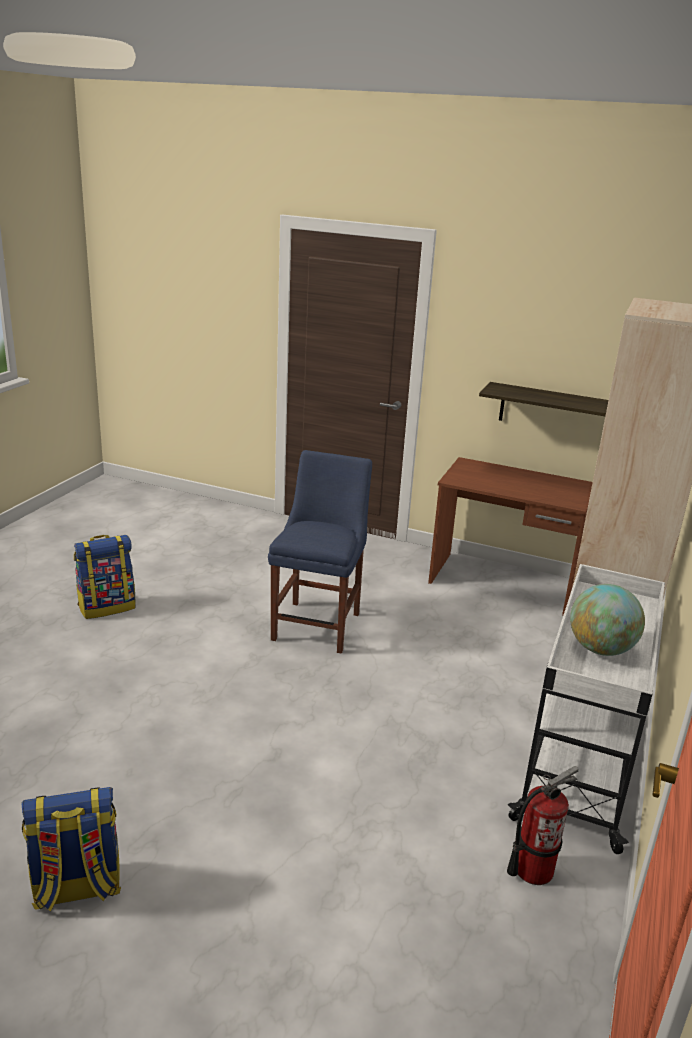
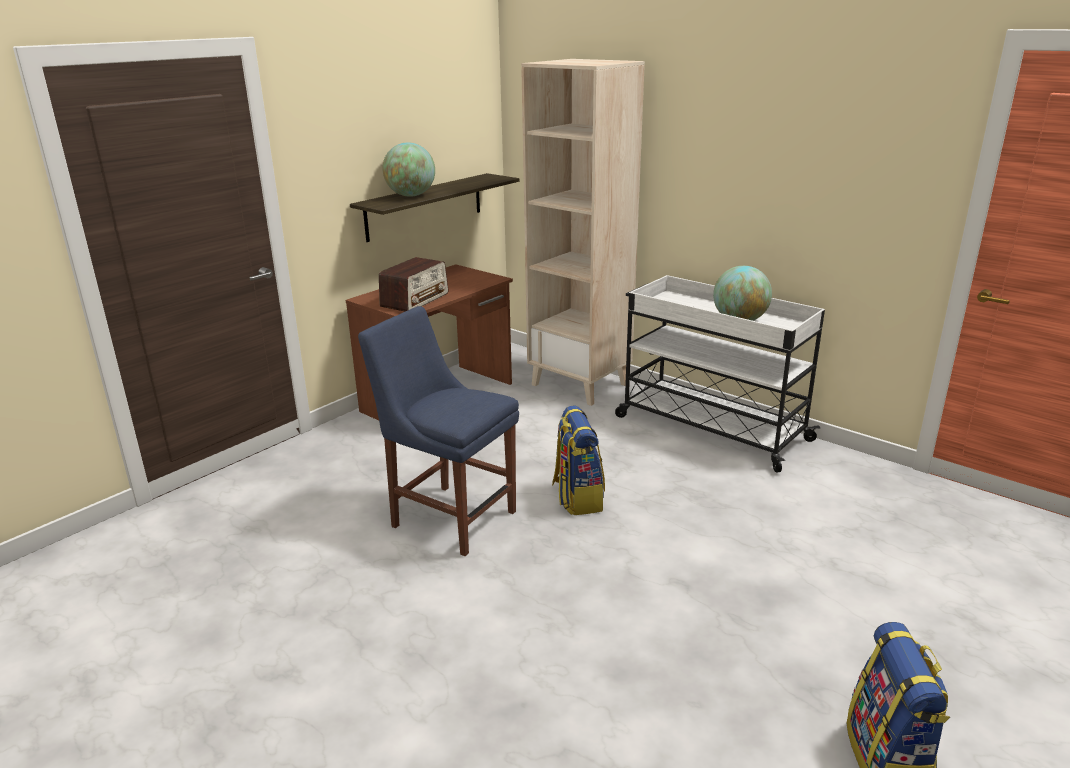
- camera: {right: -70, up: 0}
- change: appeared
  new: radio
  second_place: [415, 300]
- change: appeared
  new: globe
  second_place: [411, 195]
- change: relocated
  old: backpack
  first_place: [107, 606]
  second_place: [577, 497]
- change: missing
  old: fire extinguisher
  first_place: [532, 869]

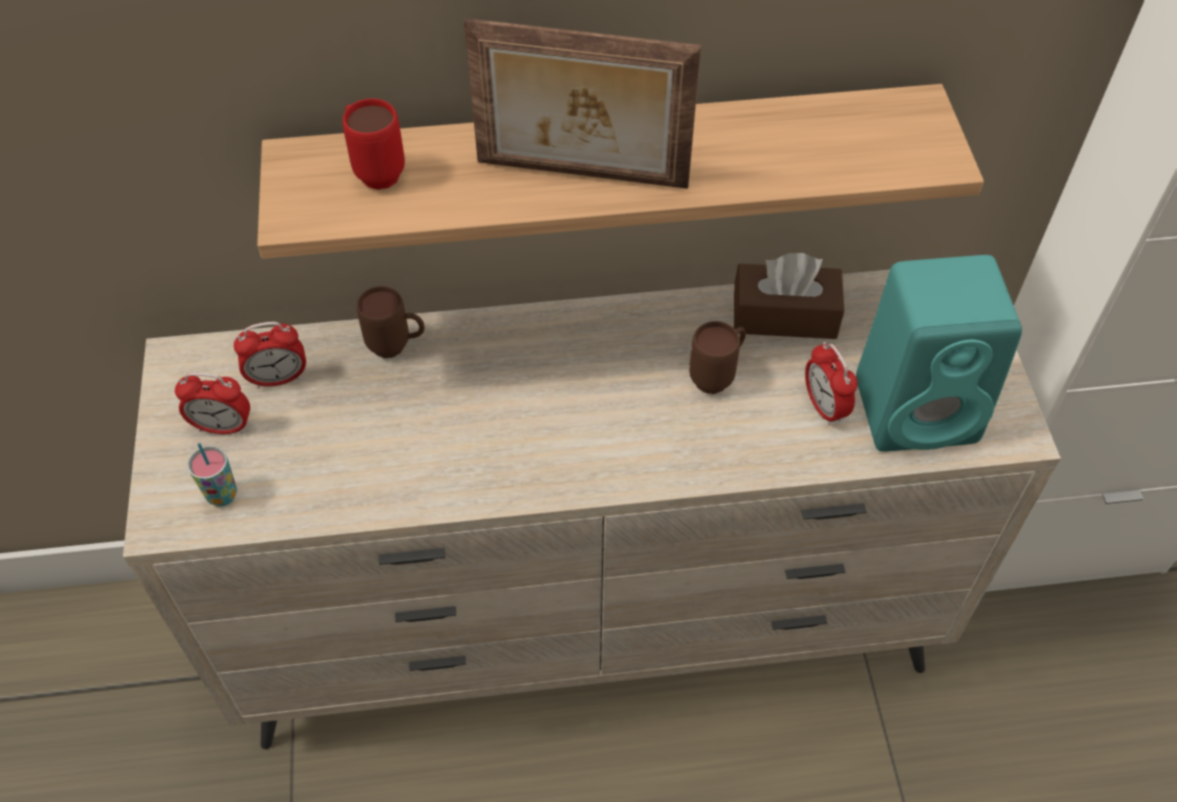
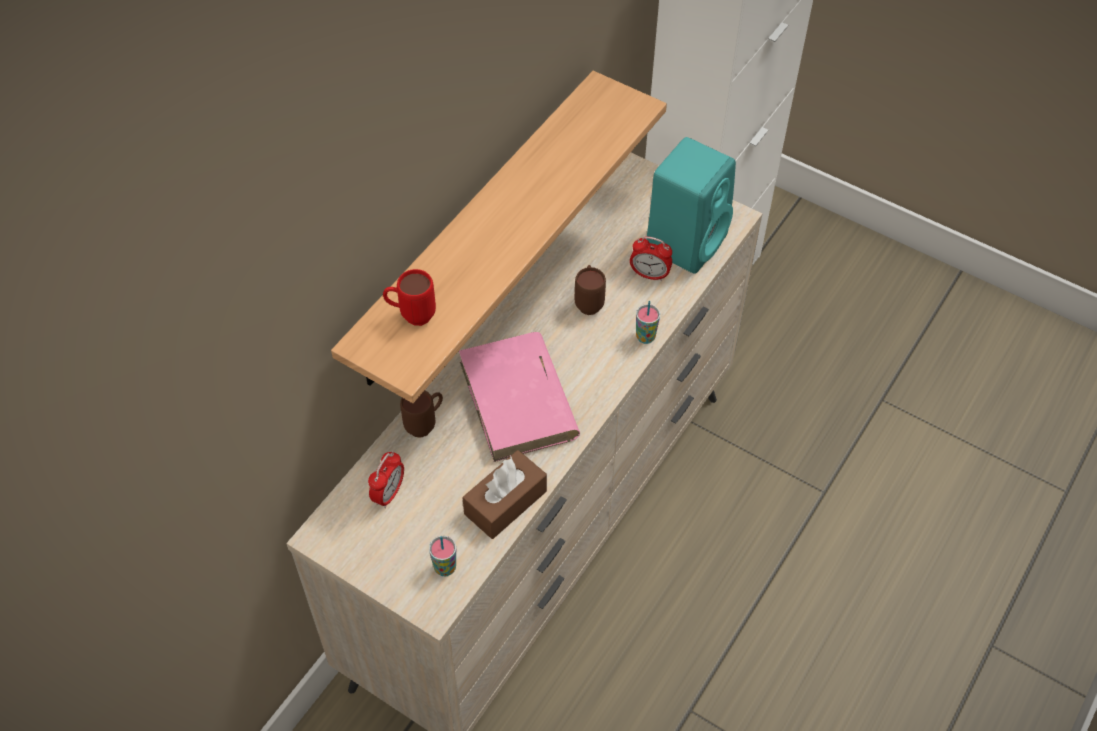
- camera: {right: -50, up: 0}
- change: appeared
  new: book (pink)
  second_place: [518, 401]
- change: relocated
  old: tissue box (brown)
  first_place: [784, 315]
  second_place: [505, 502]
- change: appeared
  new: cup
  second_place: [645, 337]
- change: missing
  old: alarm clock
  first_place: [223, 427]
- change: missing
  old: picture frame
  first_place: [581, 176]

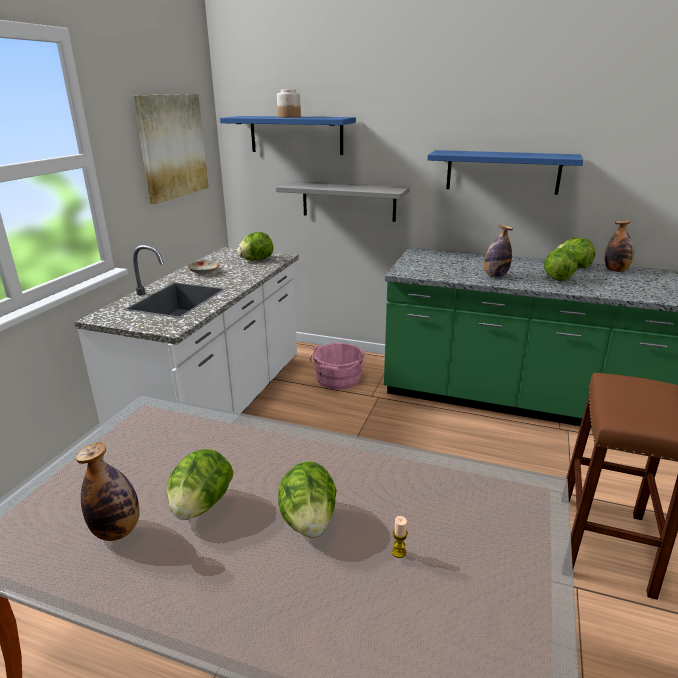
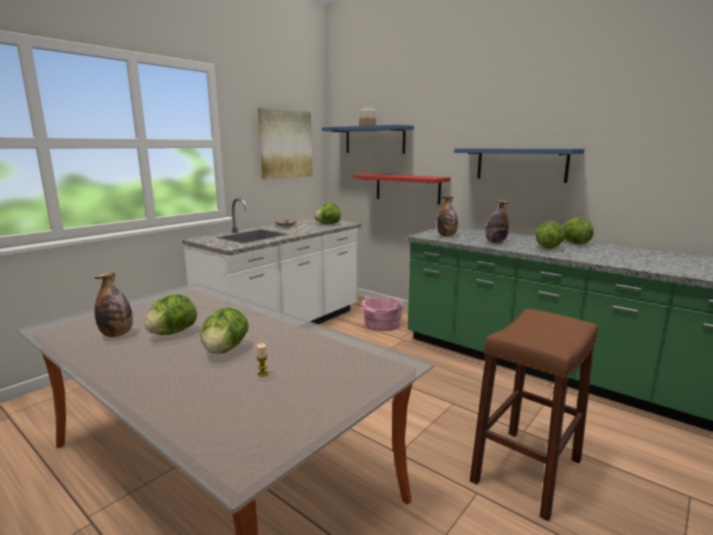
- camera: {right: 20, up: -10}
- change: colour
  old: shelf (grey)
  new: shelf (red)
  first_place: [348, 201]
  second_place: [407, 188]
- change: relocated
  old: bottle
  first_place: [616, 270]
  second_place: [447, 236]

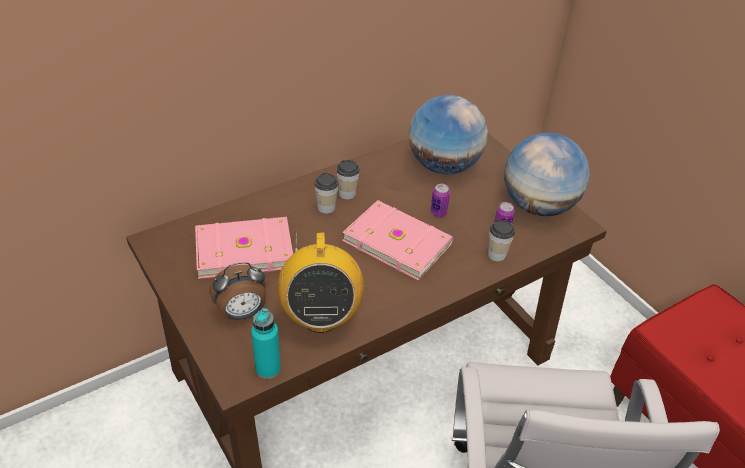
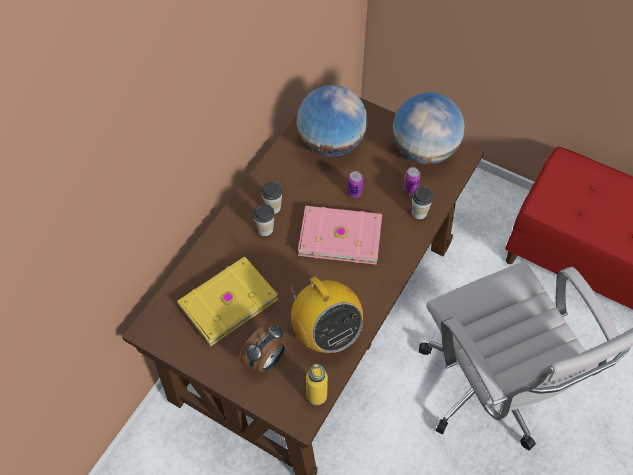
- camera: {right: -25, up: 15}
- change: colour
  old: book (pink)
  new: book (yellow)
  first_place: [243, 249]
  second_place: [226, 301]
- change: colour
  old: bottle (turquoise)
  new: bottle (yellow)
  first_place: [268, 368]
  second_place: [316, 395]

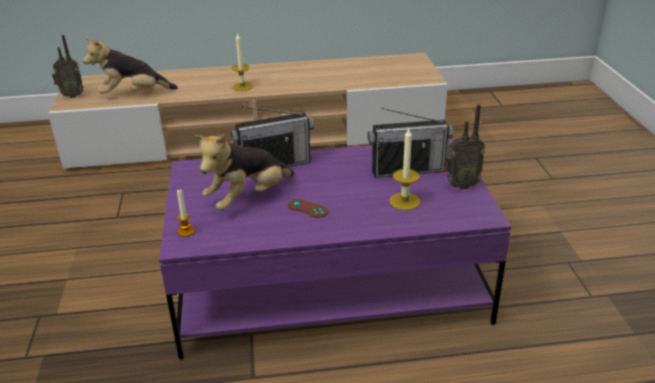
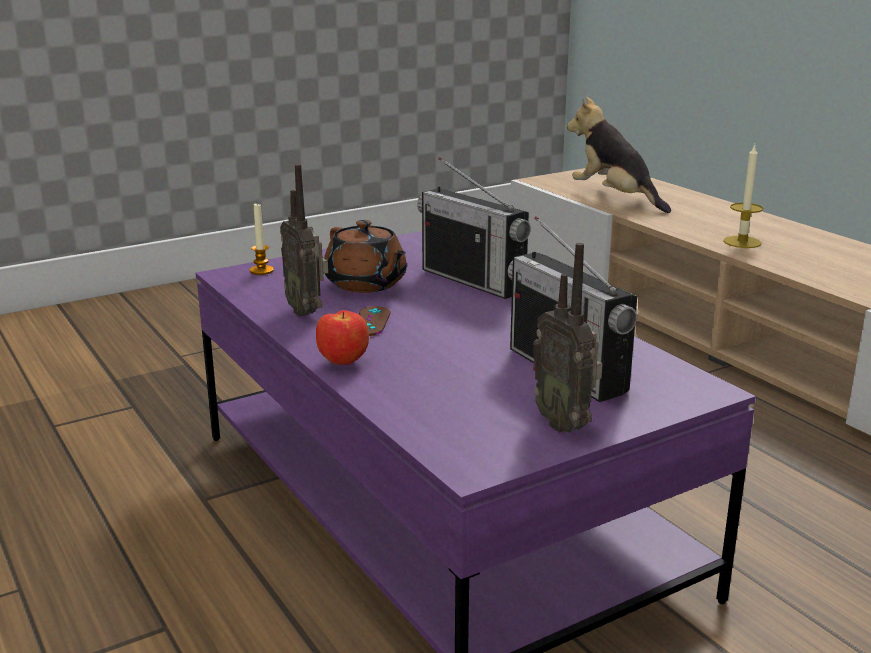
- camera: {right: 65, up: -10}
- change: relocated
  old: radio
  first_place: [72, 95]
  second_place: [307, 311]
- change: appeared
  new: apple
  second_place: [343, 362]
- change: exchanged
  old: plush toy
  new: teapot (brown)
  first_place: [248, 198]
  second_place: [366, 284]
- change: missing
  old: candle
  first_place: [404, 201]

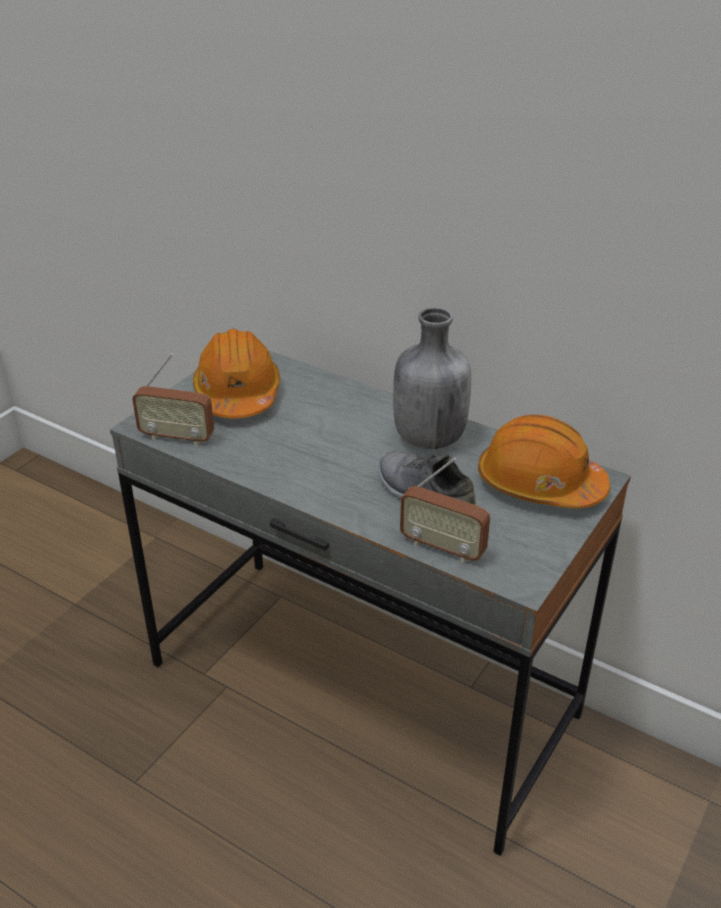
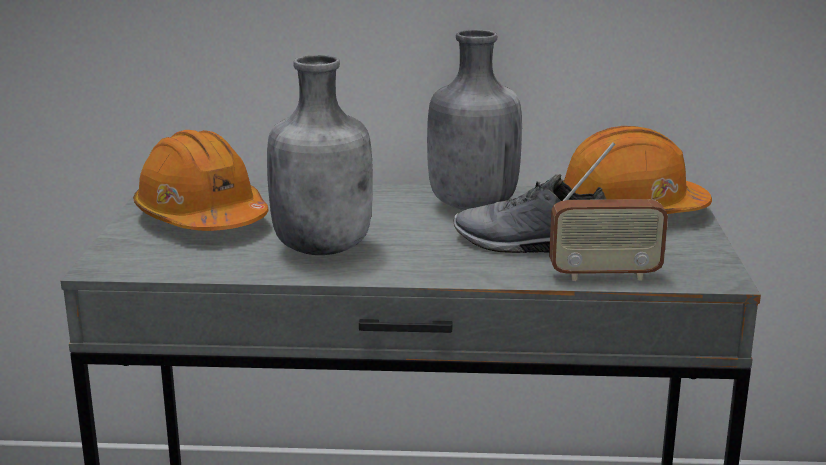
- camera: {right: -30, up: -15}
- change: appeared
  new: bottle (grey)
  second_place: [324, 248]
- change: missing
  old: radio
  first_place: [177, 437]

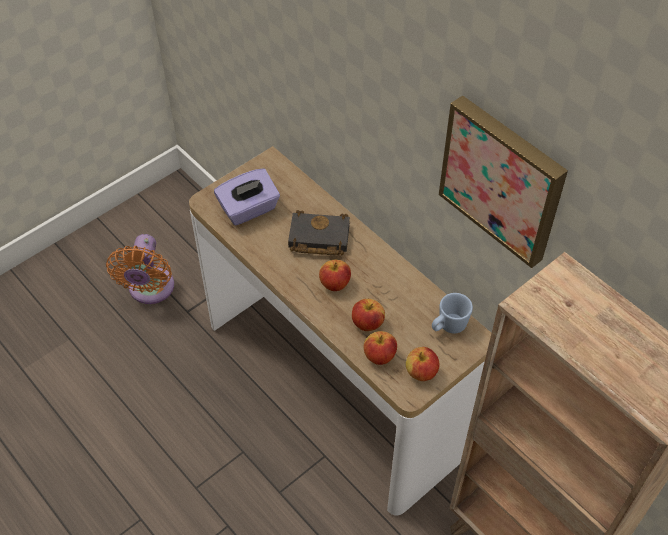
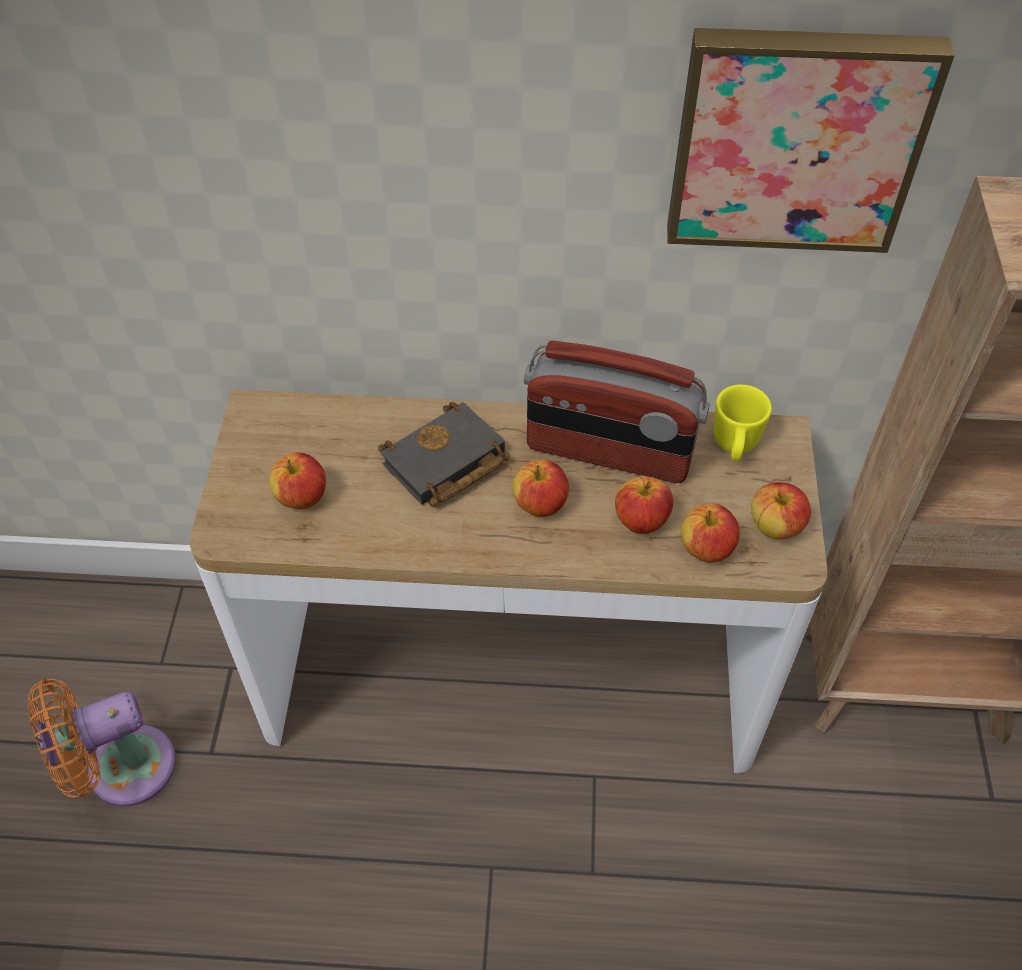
- camera: {right: -45, up: 0}
- change: spun
  old: fan (orange)
  first_place: [150, 290]
  second_place: [121, 769]
  degrees: 105
- change: exchanged
  old: tissue box (purple)
  new: apple
  first_place: [249, 209]
  second_place: [302, 497]
- change: appeared
  new: radio
  second_place: [609, 452]
- change: colour
  old: mug (blue)
  new: mug (yellow)
  first_place: [448, 326]
  second_place: [734, 447]

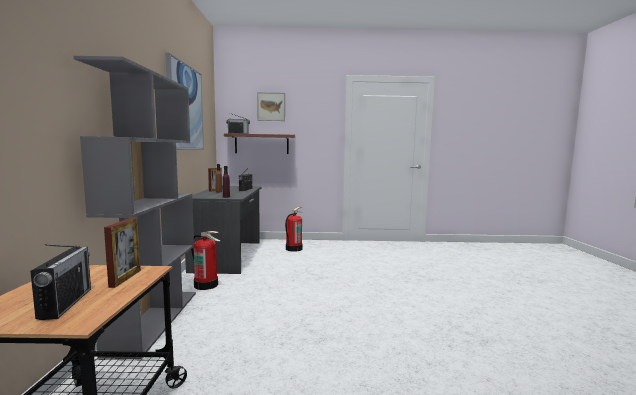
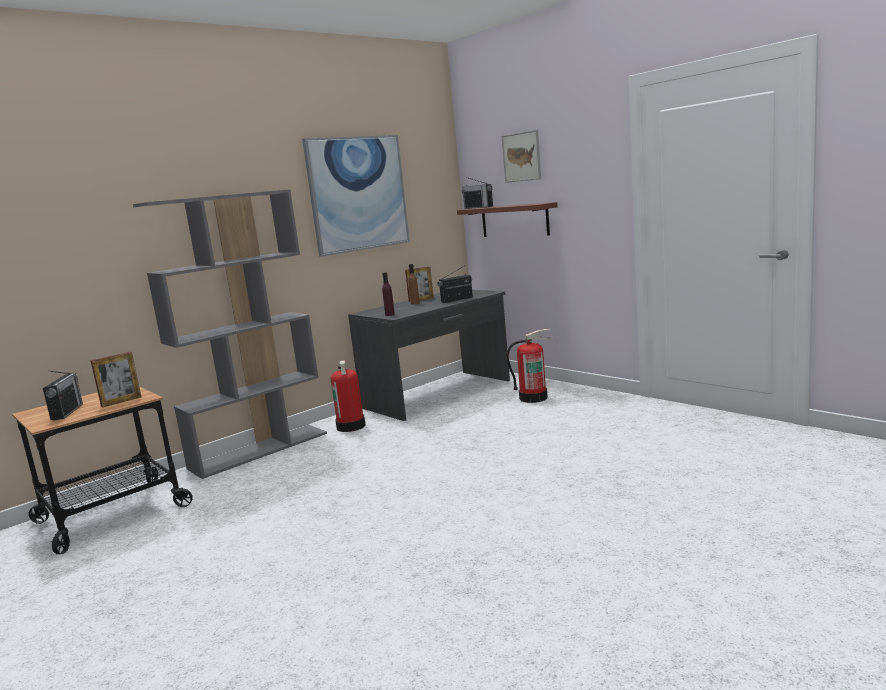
- camera: {right: 50, up: 5}
- change: spun
  old: radio
  first_place: [66, 303]
  second_place: [67, 412]
  degrees: -45

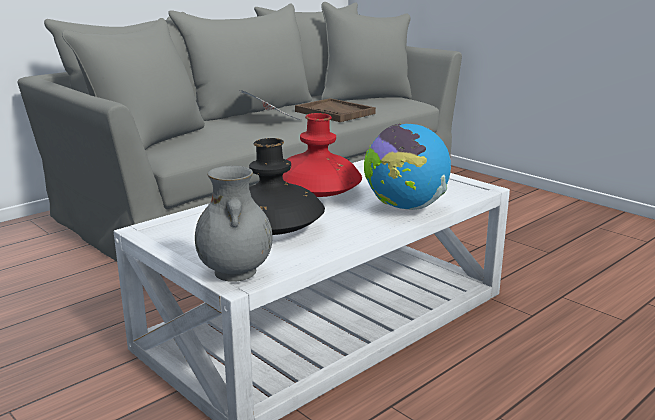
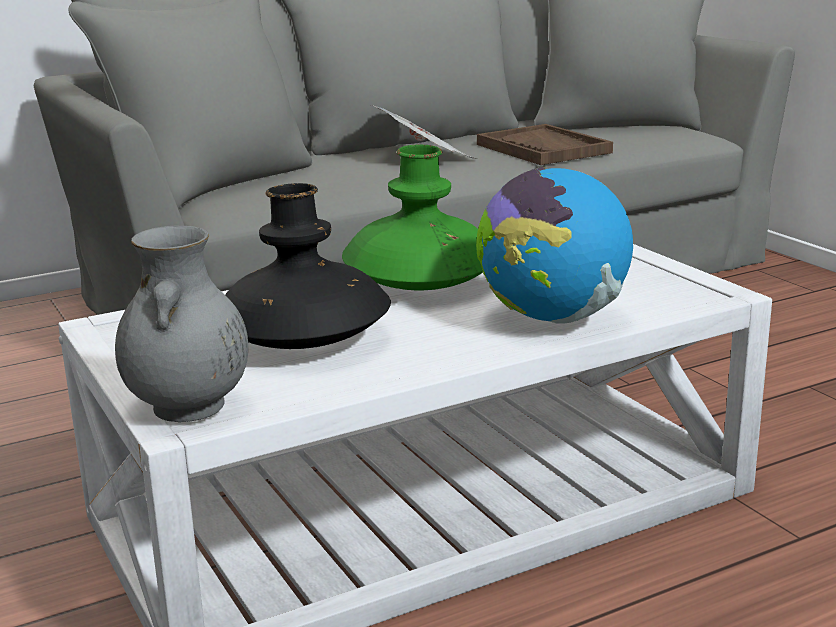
- camera: {right: 15, up: 0}
- change: colour
  old: vase (red)
  new: vase (green)
  first_place: [317, 192]
  second_place: [420, 283]

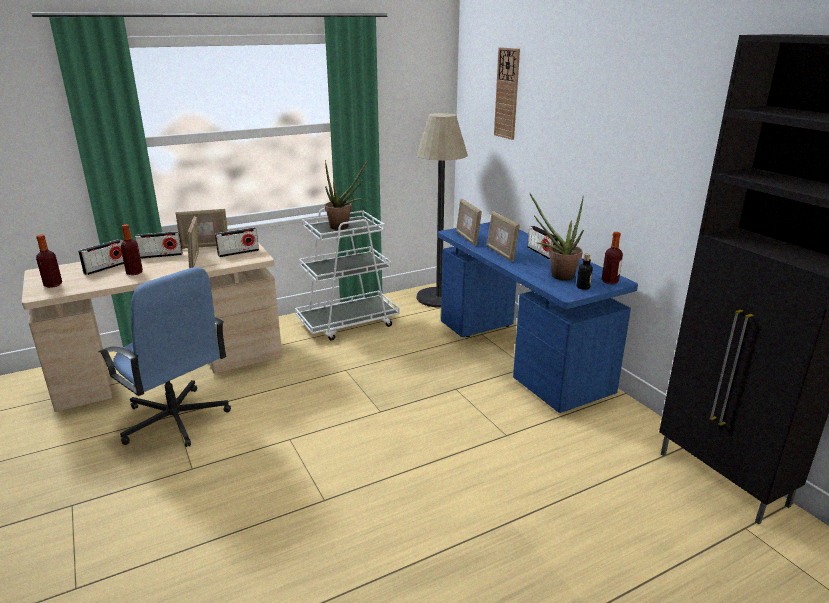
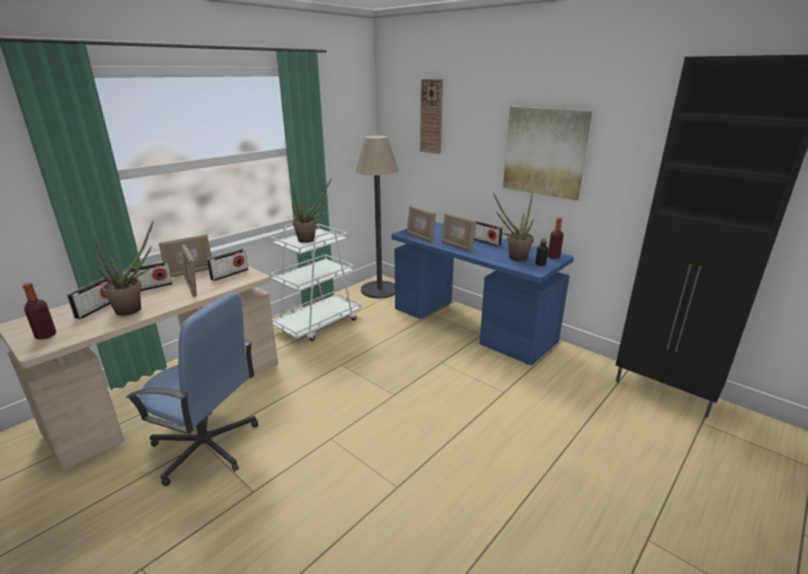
- camera: {right: -20, up: 0}
- change: exchanged
  old: bottle
  new: potted plant
  first_place: [134, 272]
  second_place: [134, 308]
- change: appeared
  new: picture
  second_place: [544, 152]

